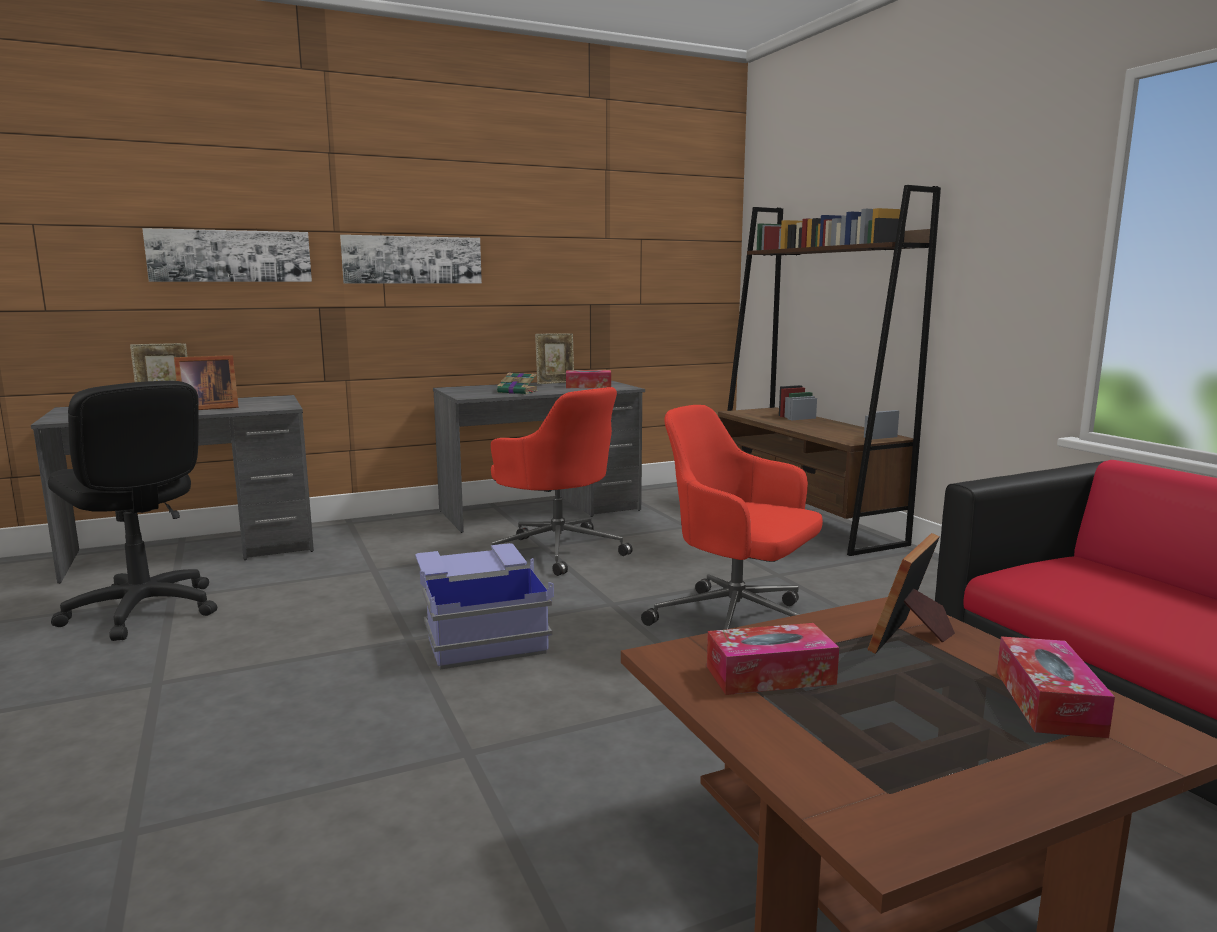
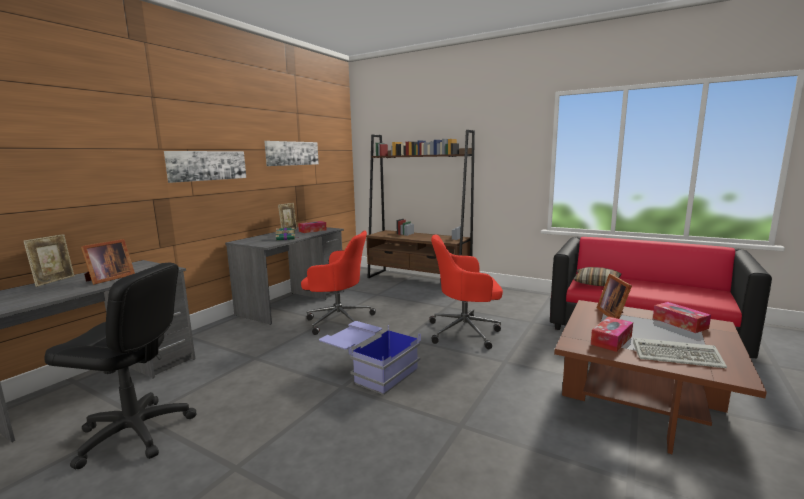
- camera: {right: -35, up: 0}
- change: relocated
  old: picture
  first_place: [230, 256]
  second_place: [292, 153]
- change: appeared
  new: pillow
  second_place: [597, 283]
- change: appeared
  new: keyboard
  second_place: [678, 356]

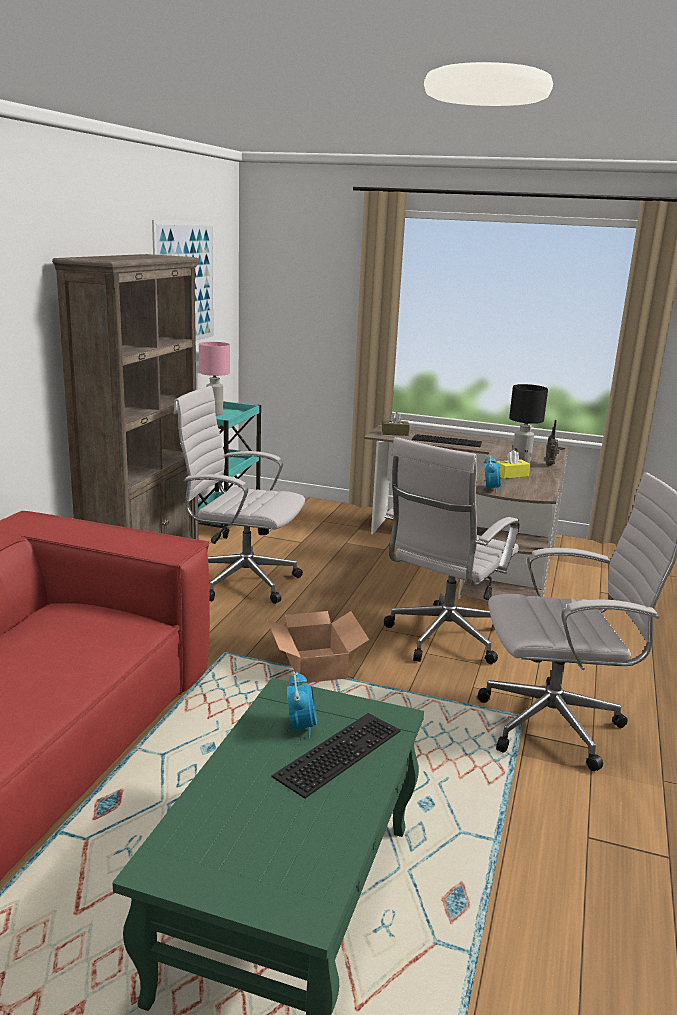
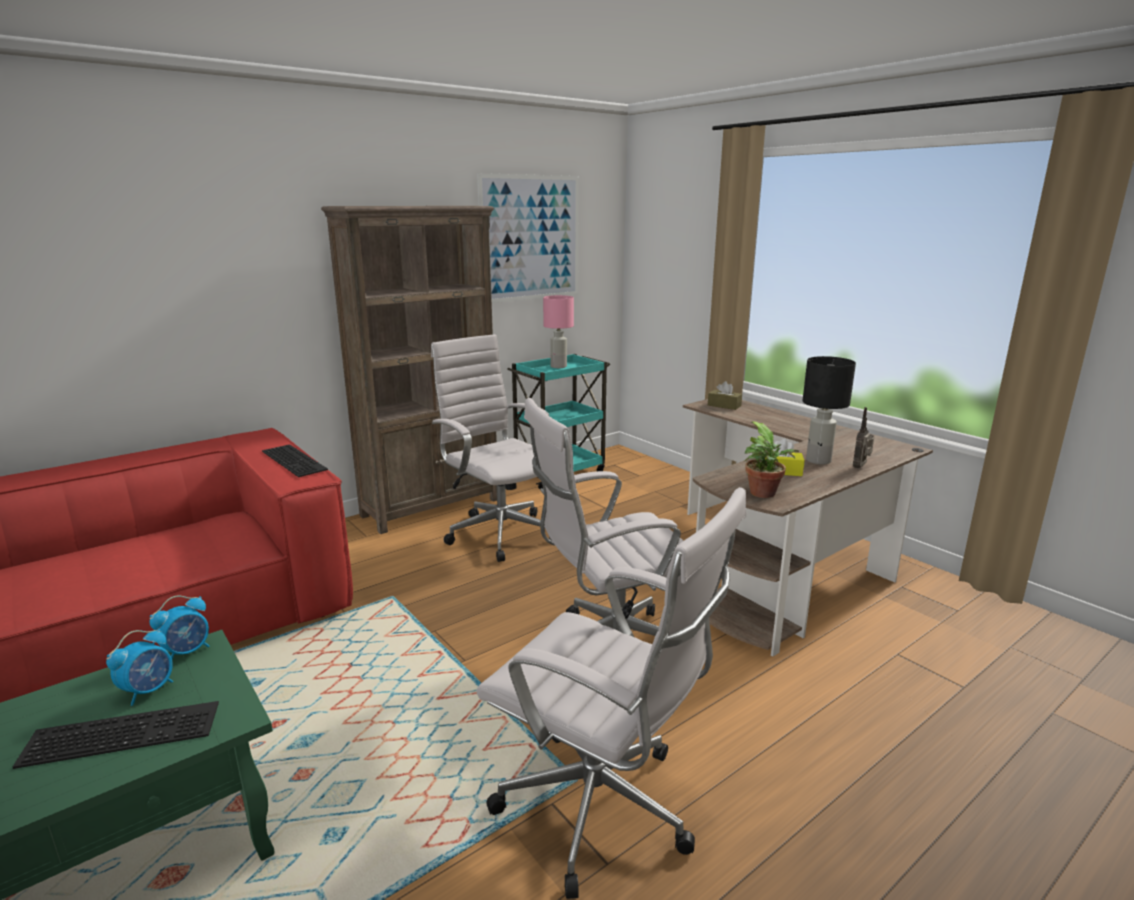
- camera: {right: 35, up: 0}
- change: relocated
  old: alarm clock
  first_place: [490, 489]
  second_place: [187, 652]
- change: relocated
  old: keyboard
  first_place: [447, 440]
  second_place: [296, 460]
- change: appeared
  new: potted plant
  second_place: [764, 494]
- change: missing
  old: cardboard box
  first_place: [316, 665]

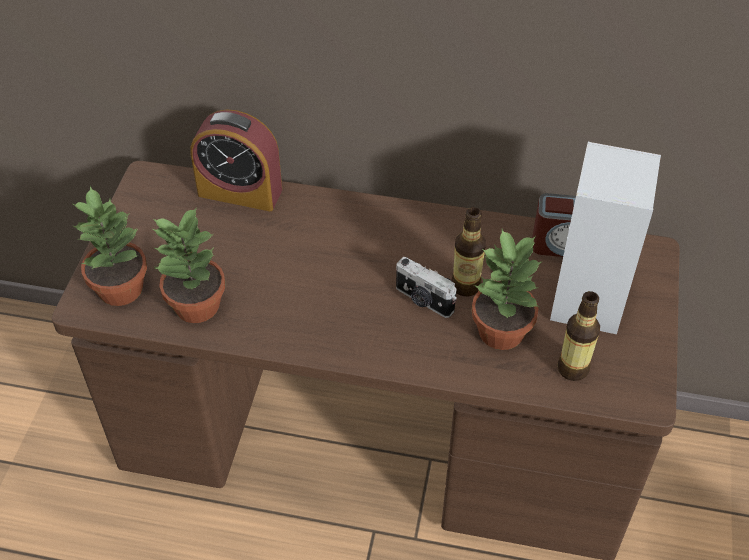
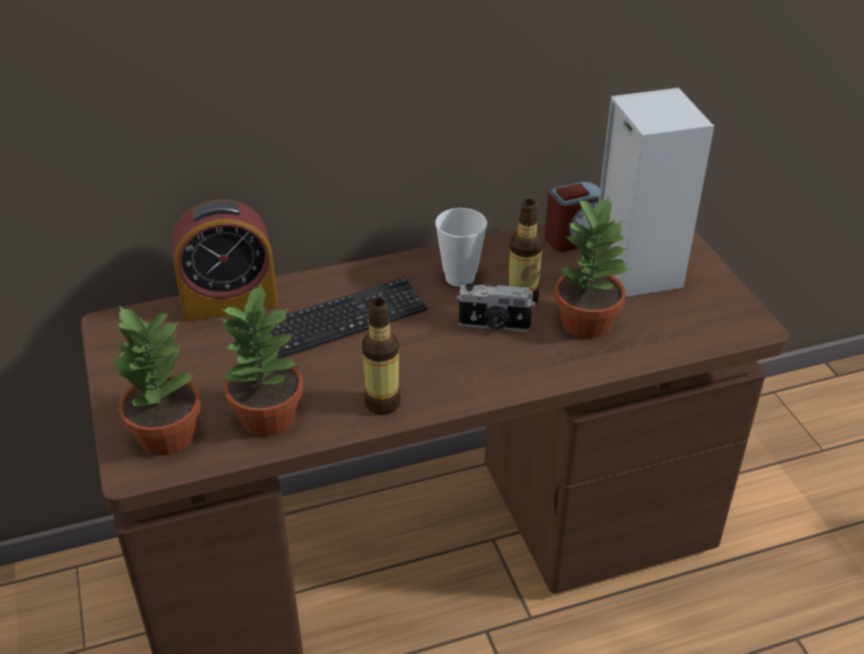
- camera: {right: -30, up: -10}
- change: appeared
  new: keyboard
  second_place: [342, 321]
- change: relocated
  old: bottle
  first_place: [572, 368]
  second_place: [382, 403]
- change: appeared
  new: cup
  second_place: [460, 277]

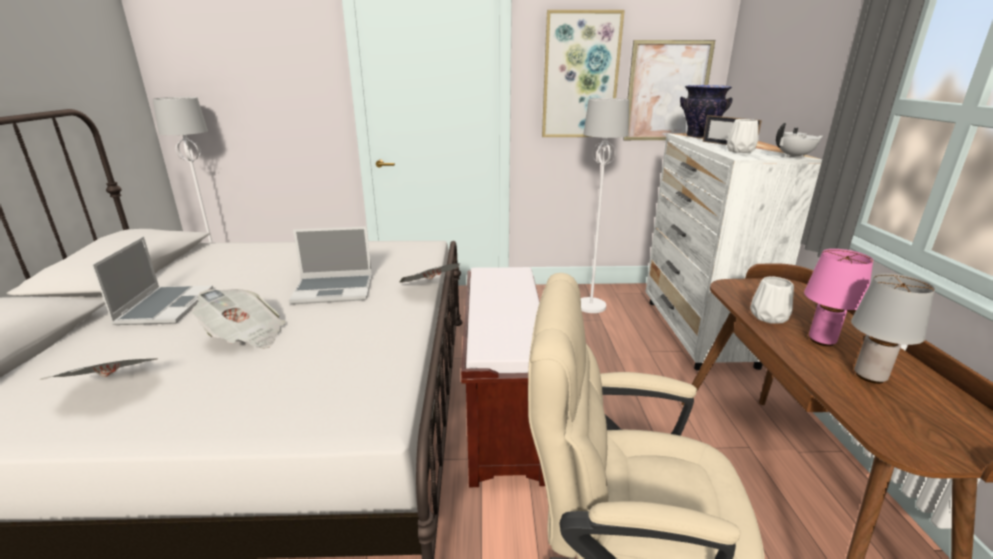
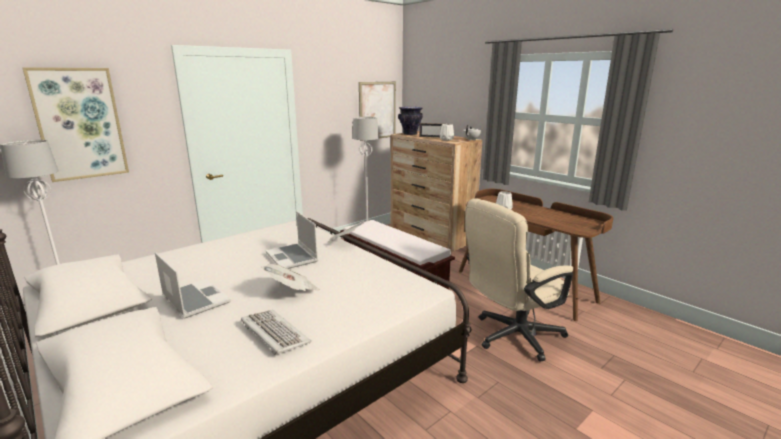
- camera: {right: -40, up: -5}
- change: relocated
  old: picture
  first_place: [580, 76]
  second_place: [80, 124]
- change: exchanged
  old: newspaper
  new: keyboard
  first_place: [115, 388]
  second_place: [274, 334]
- change: spun
  old: laptop
  first_place: [335, 290]
  second_place: [292, 257]
  degrees: 105
- change: colour
  old: dresser (white)
  new: dresser (brown)
  first_place: [697, 332]
  second_place: [431, 241]
- change: missing
  old: table lamp (pink)
  first_place: [822, 341]
- change: missing
  old: table lamp (grey)
  first_place: [868, 376]

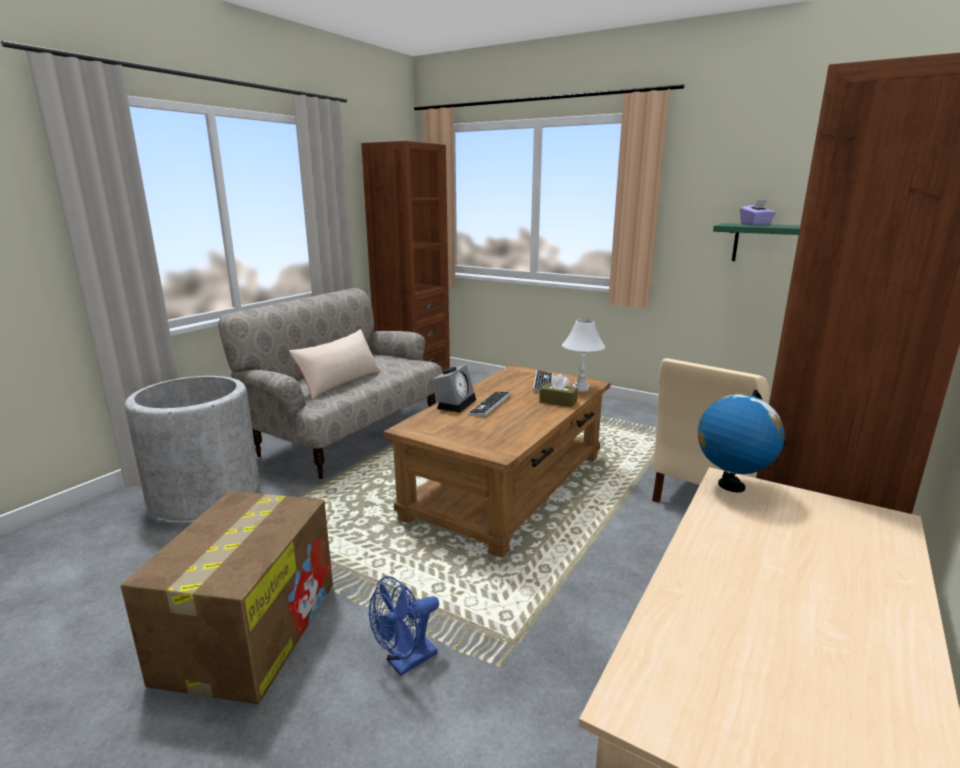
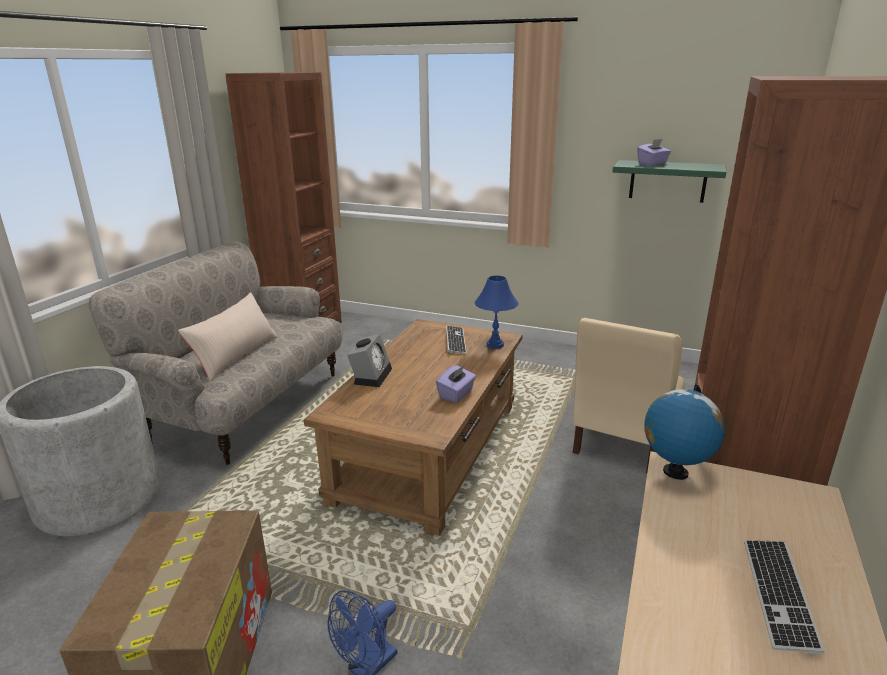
- camera: {right: -10, up: 5}
- change: appeared
  new: tissue box (purple)
  second_place: [456, 394]
- change: colour
  old: table lamp (white)
  new: table lamp (blue)
  first_place: [580, 388]
  second_place: [495, 345]
- change: relocated
  old: keyboard
  first_place: [490, 405]
  second_place: [778, 594]
- change: missing
  old: tissue box (brown)
  first_place: [558, 401]

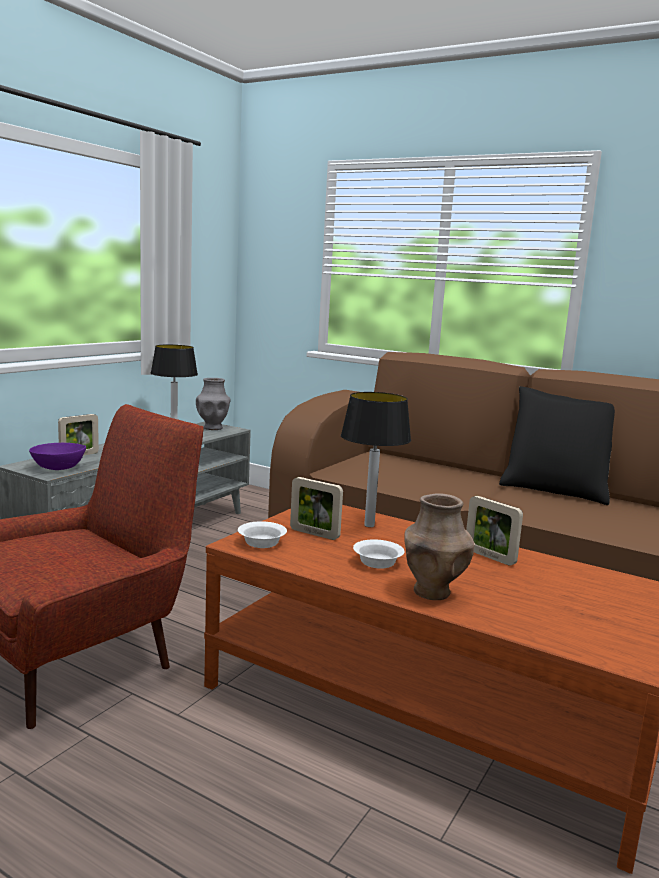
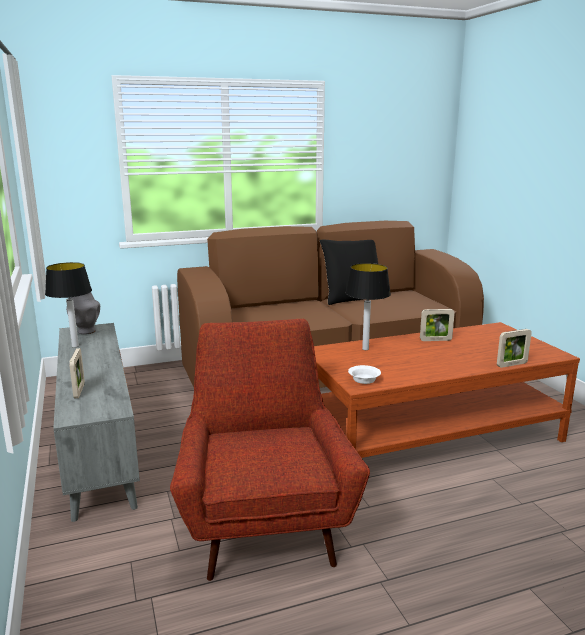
- camera: {right: -50, up: 5}
- change: relocated
  old: picture frame
  first_place: [314, 534]
  second_place: [512, 364]
- change: missing
  old: bowl (purple)
  first_place: [58, 467]
- change: missing
  old: bowl (white)
  first_place: [378, 562]
- change: missing
  old: vase (brown)
  first_place: [432, 592]

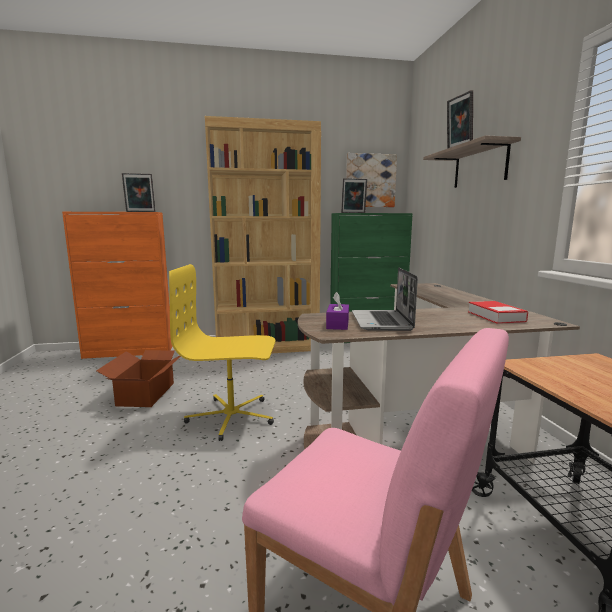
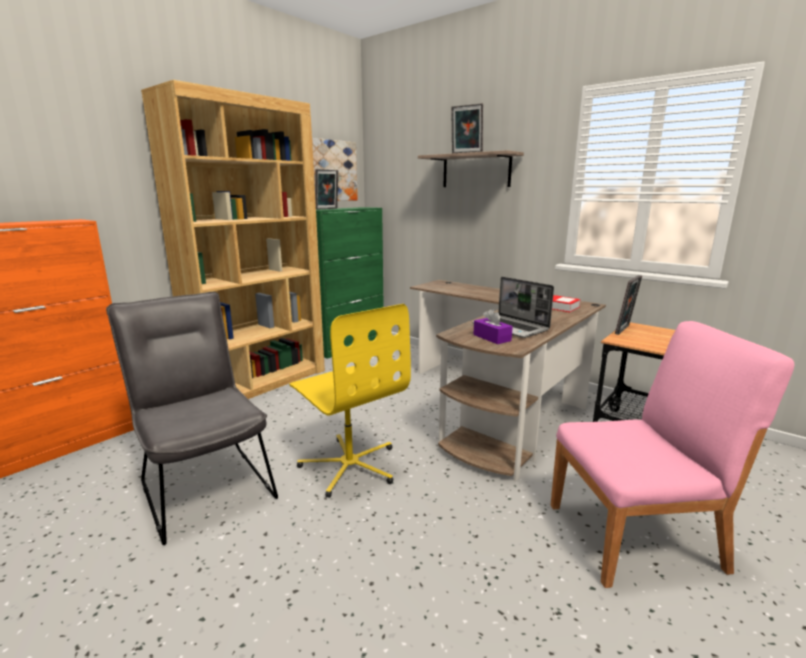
- camera: {right: -40, up: 5}
- change: exchanged
  old: cardboard box
  new: chair (grey)
  first_place: [147, 394]
  second_place: [205, 485]
- change: spun
  old: office chair (yellow)
  first_place: [231, 417]
  second_place: [350, 465]
  degrees: -90
- change: relocated
  old: picture frame
  first_place: [140, 211]
  second_place: [624, 330]

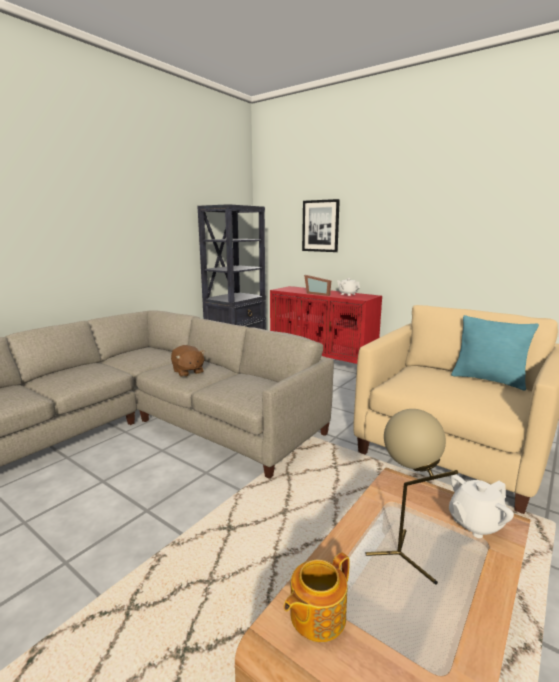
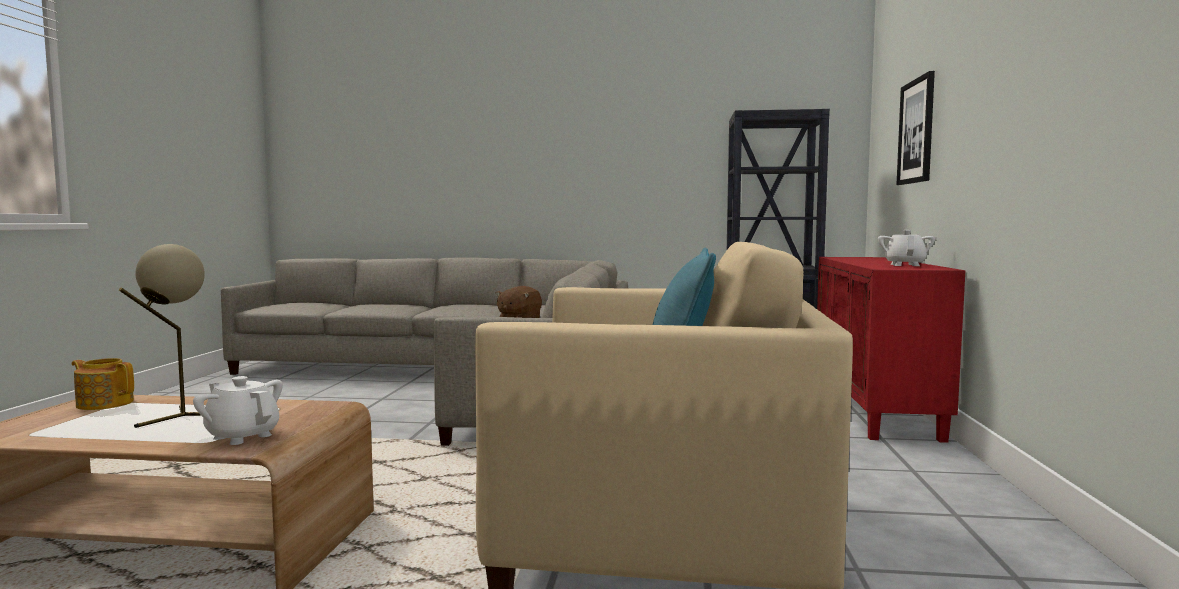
- camera: {right: 60, up: -10}
- change: missing
  old: picture frame
  first_place: [318, 294]

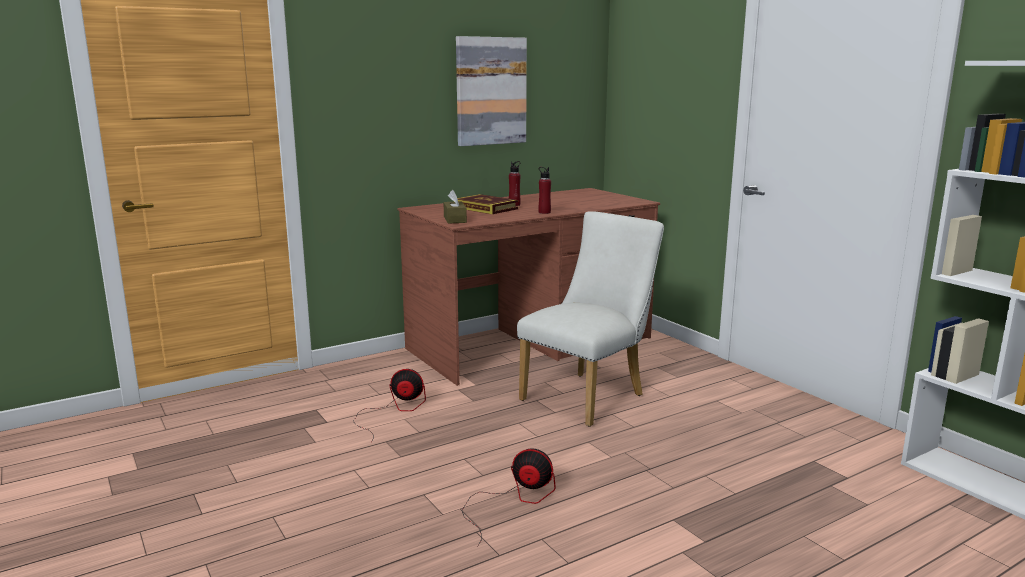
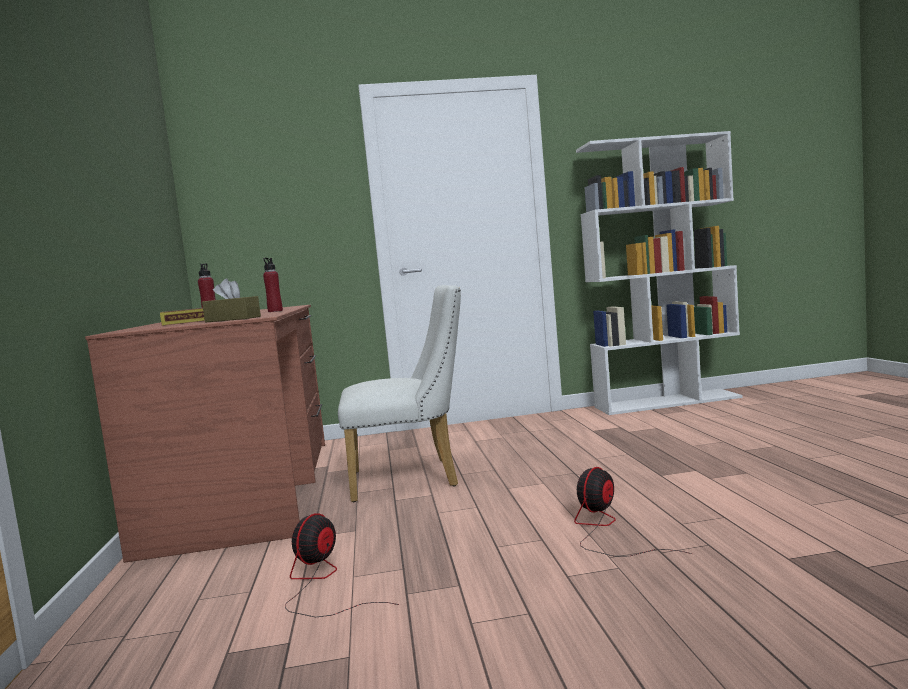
- camera: {right: -65, up: -10}
- change: spun
  old: chair (white)
  first_place: [589, 395]
  second_place: [413, 478]
  degrees: 105
- change: missing
  old: picture
  first_place: [490, 91]

